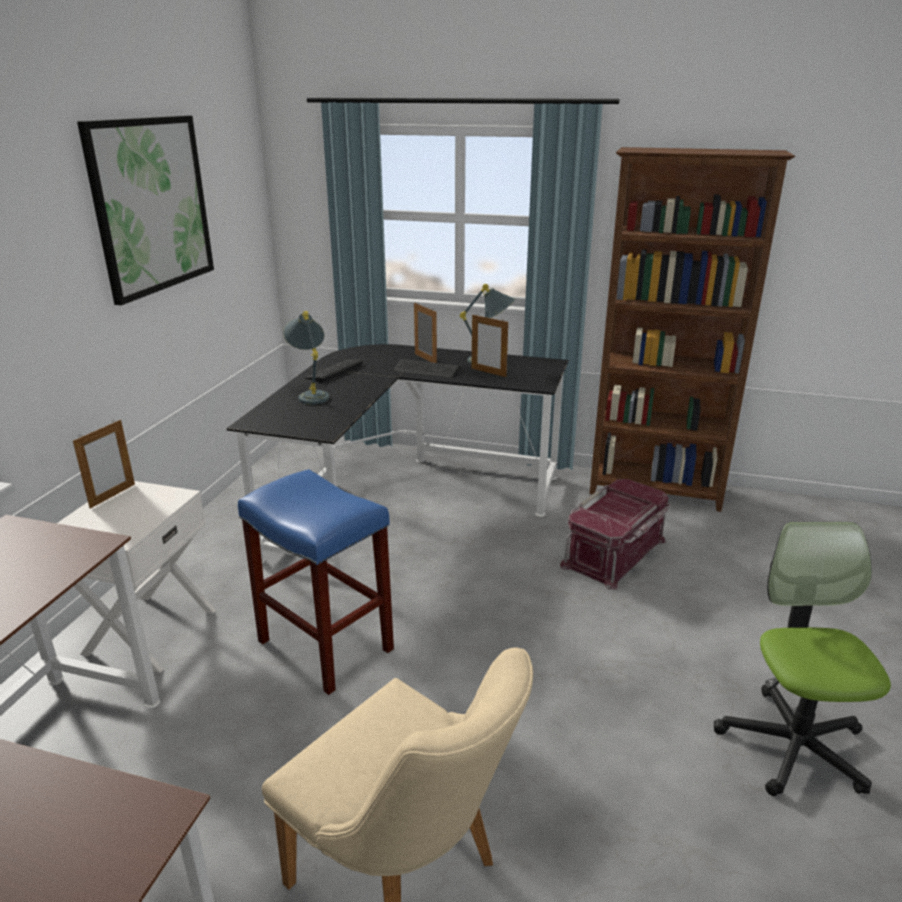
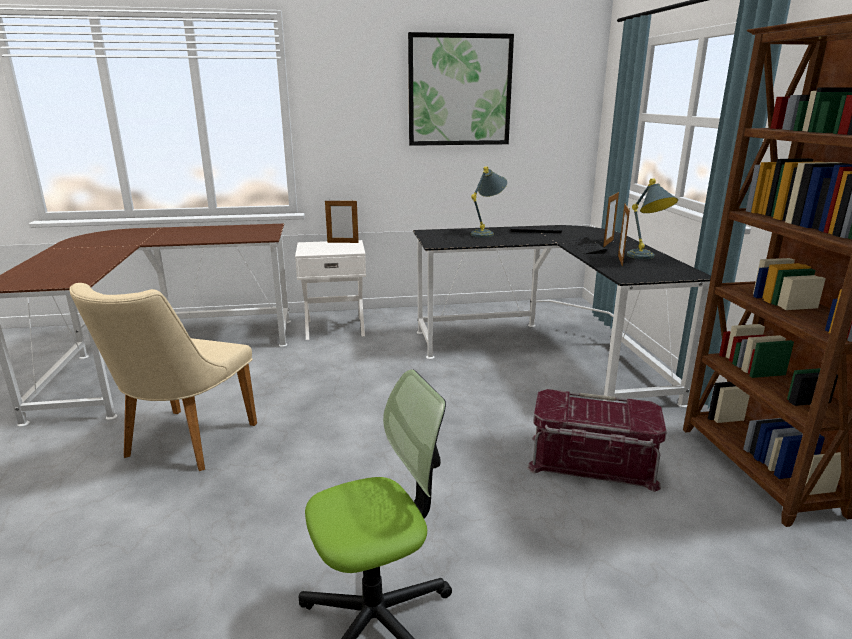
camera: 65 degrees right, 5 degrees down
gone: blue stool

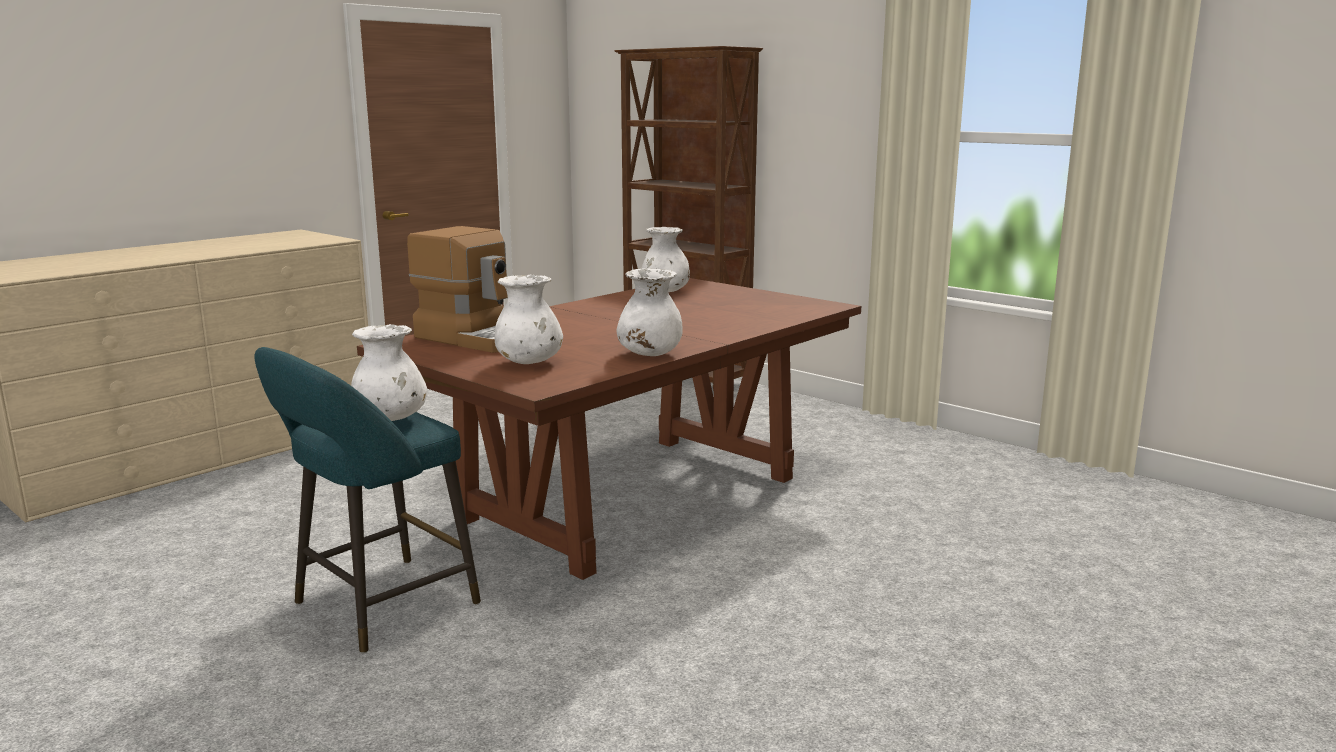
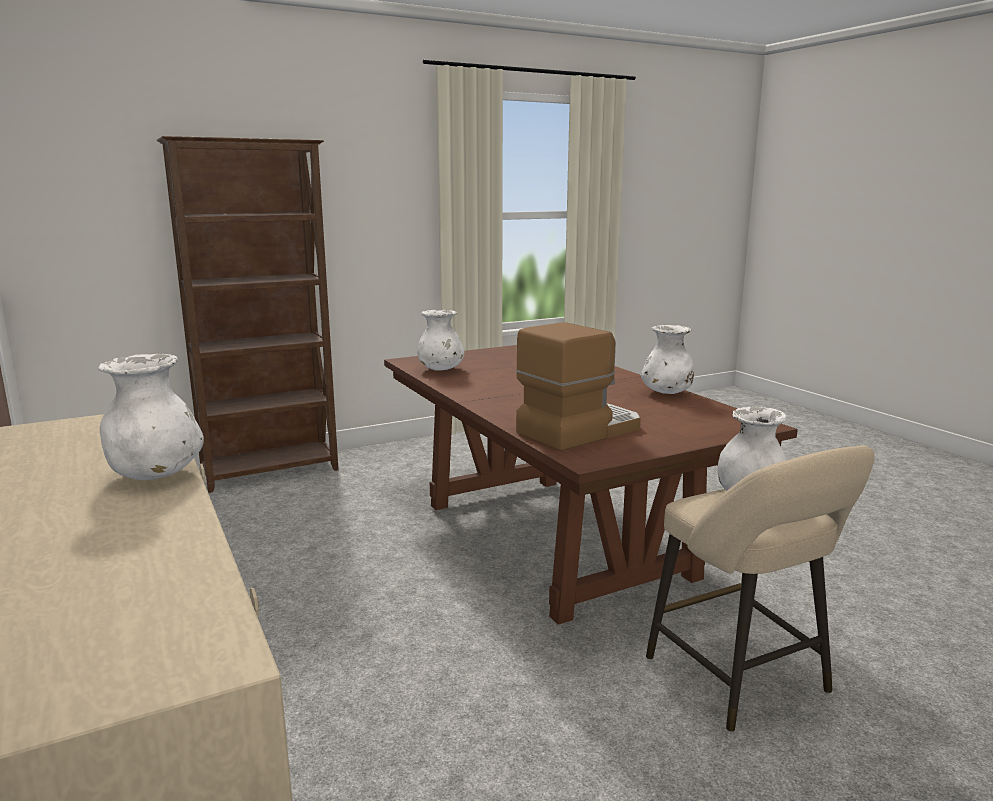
camera: 70 degrees left, 0 degrees up
shifted: white decorative vase (no. 2 from left in the first image) to white decorative vase (no. 1 from left)
repainted: blue-green stool to beige stool

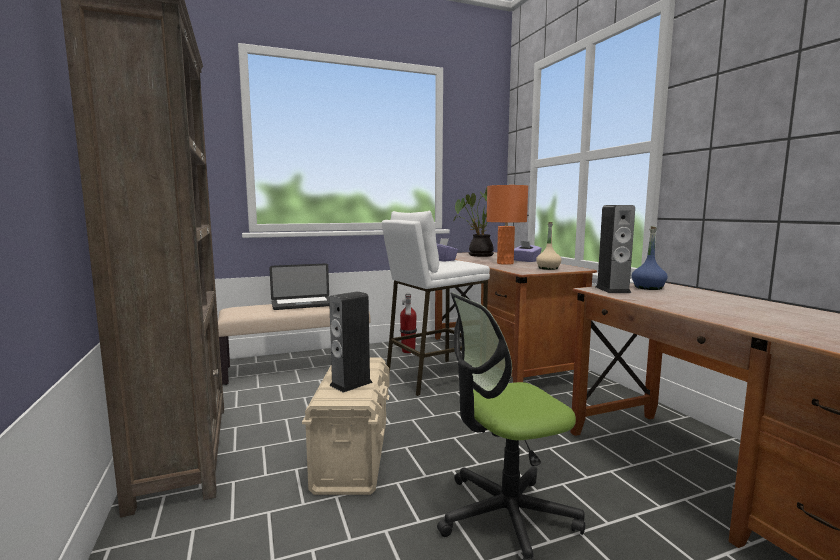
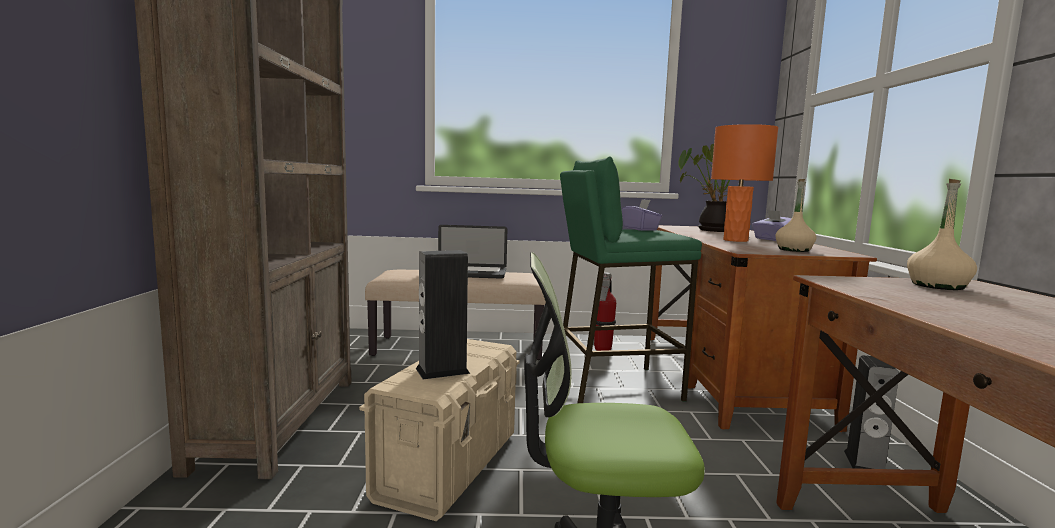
camera: 20 degrees right, 0 degrees up
shifted: speaker (no. 2 from left)
repainted: white stool to greenish stool; blue drink bottle to beige drink bottle (no. 2 from left)

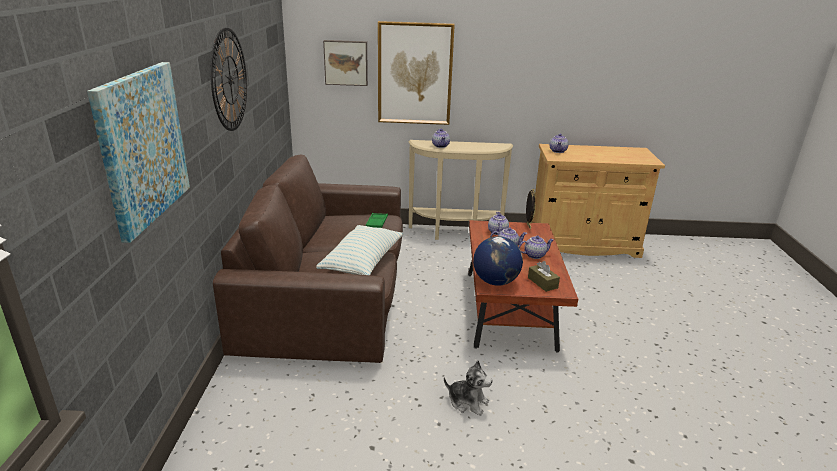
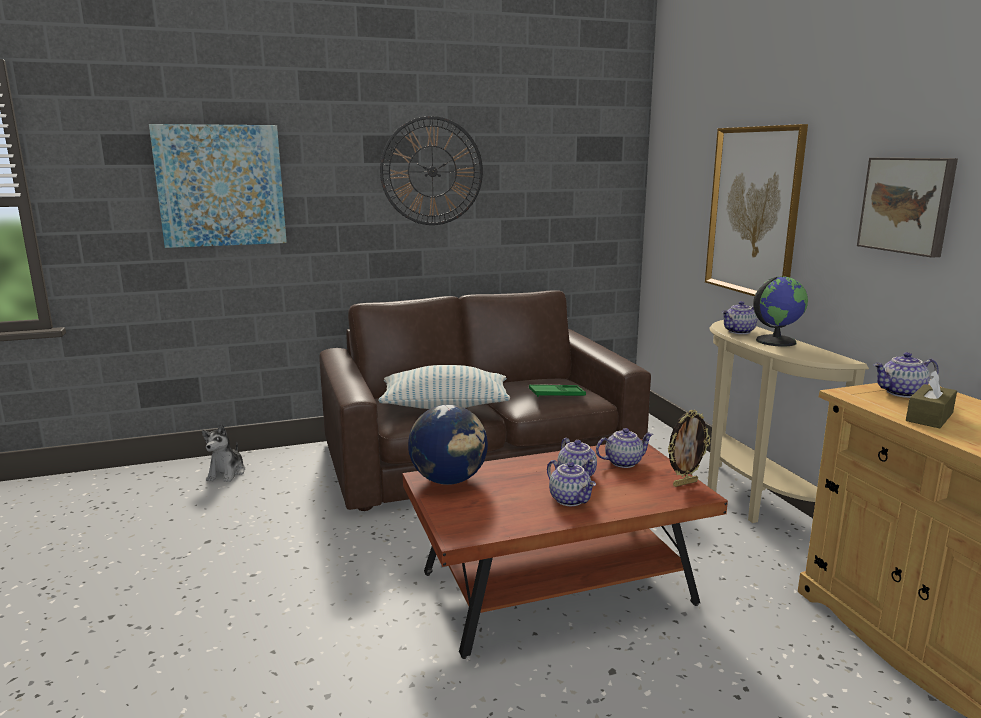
camera: 70 degrees right, 10 degrees down
new: desk globe (no. 2 from left)
shifted: picture (no. 2 from left in the first image) to picture (no. 3 from left); plush toy; brownish box of tissues

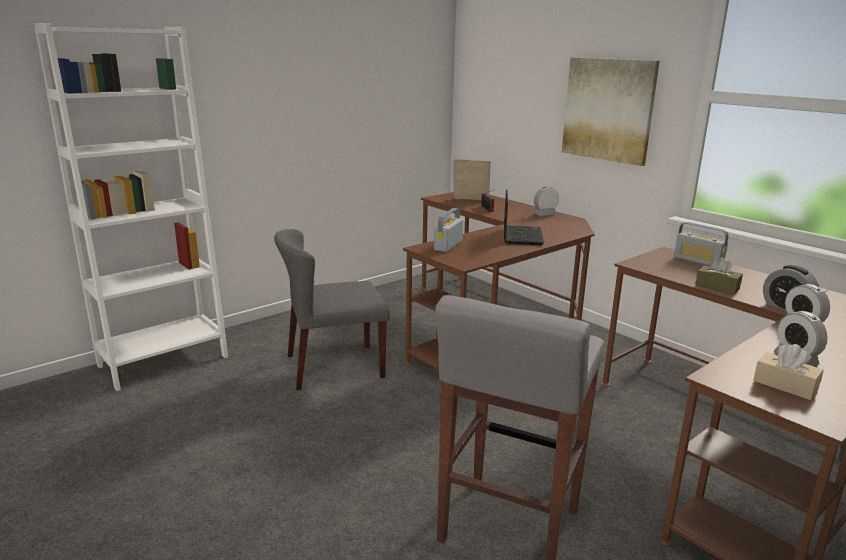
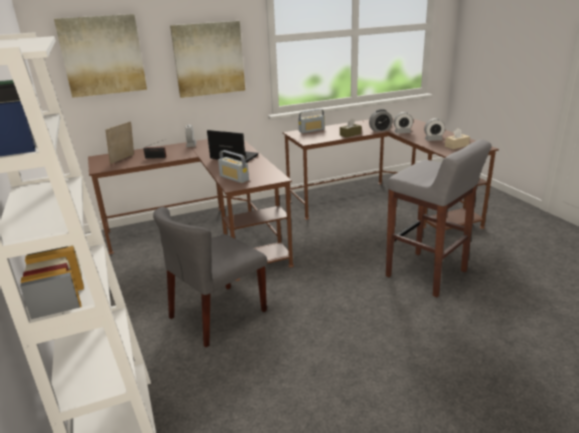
camera: 70 degrees left, 5 degrees up
new: picture (no. 1 from left)
rotated: grey upright chair 45 degrees clockwise

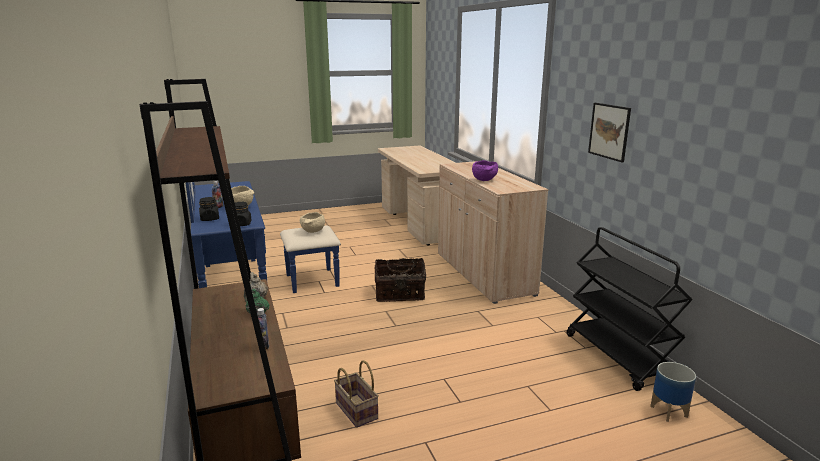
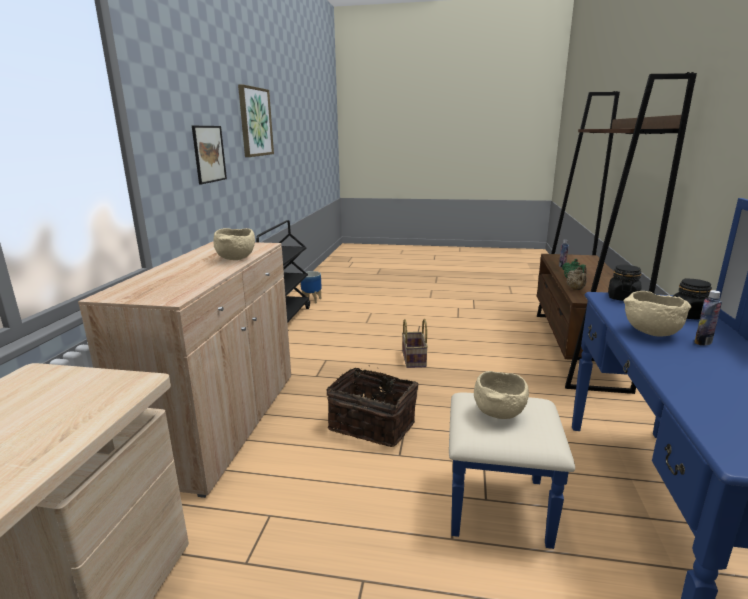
camera: 150 degrees left, 0 degrees up
new: picture (no. 2 from left)
shifted: household basket (no. 1 from left in the first image) to household basket (no. 2 from left)
repainted: purple-coloured bowl to beige bowl (no. 1 from left)

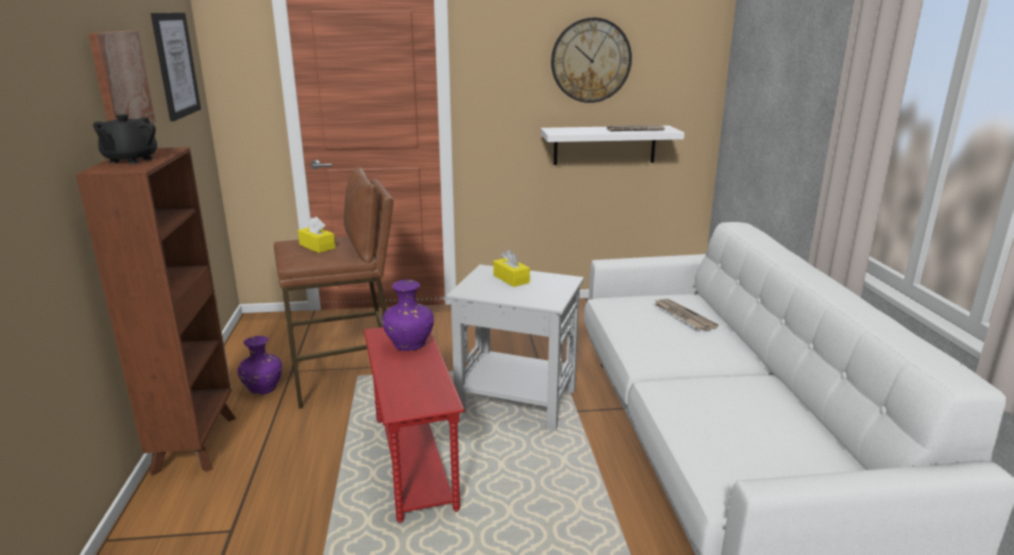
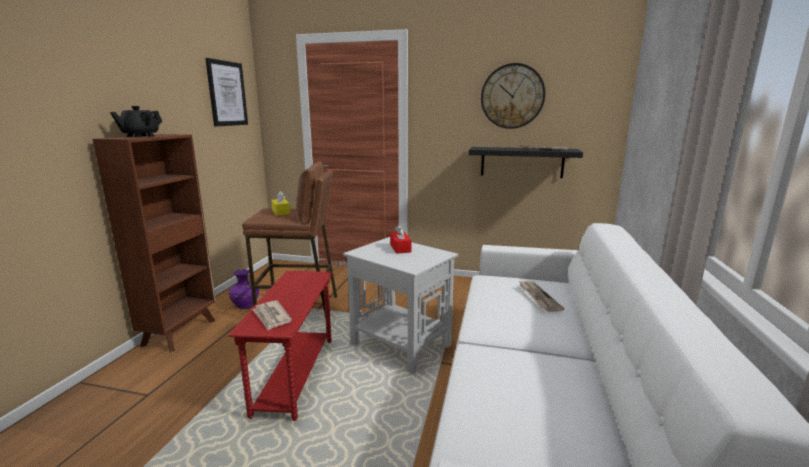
camera: 20 degrees right, 5 degrees down
gone: picture (no. 1 from left); purple-coloured decorative vase (no. 2 from left)
new: daily paper (no. 1 from left)
repainted: yellow-coloured box of tissues (no. 2 from left) to red box of tissues; white shelf to black shelf

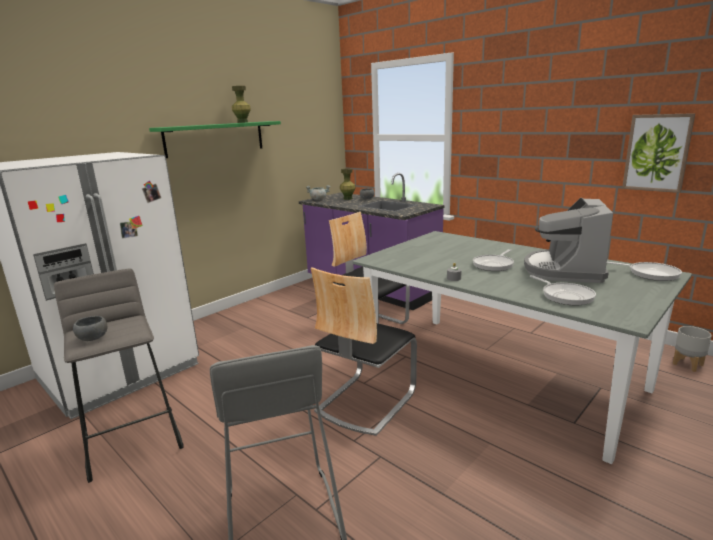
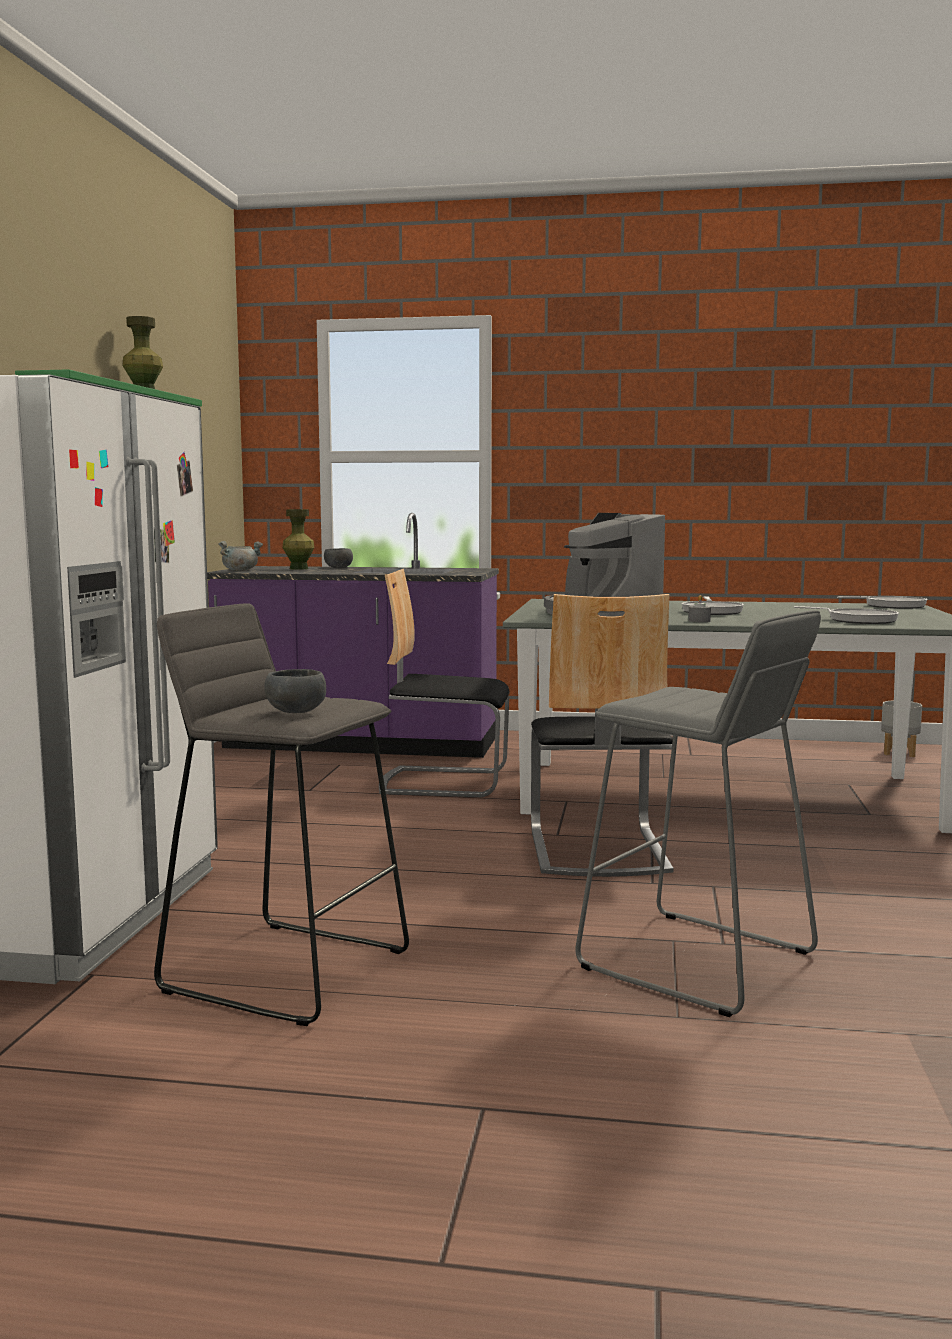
camera: 35 degrees left, 10 degrees down
gone: picture
shifted: coffee brewer

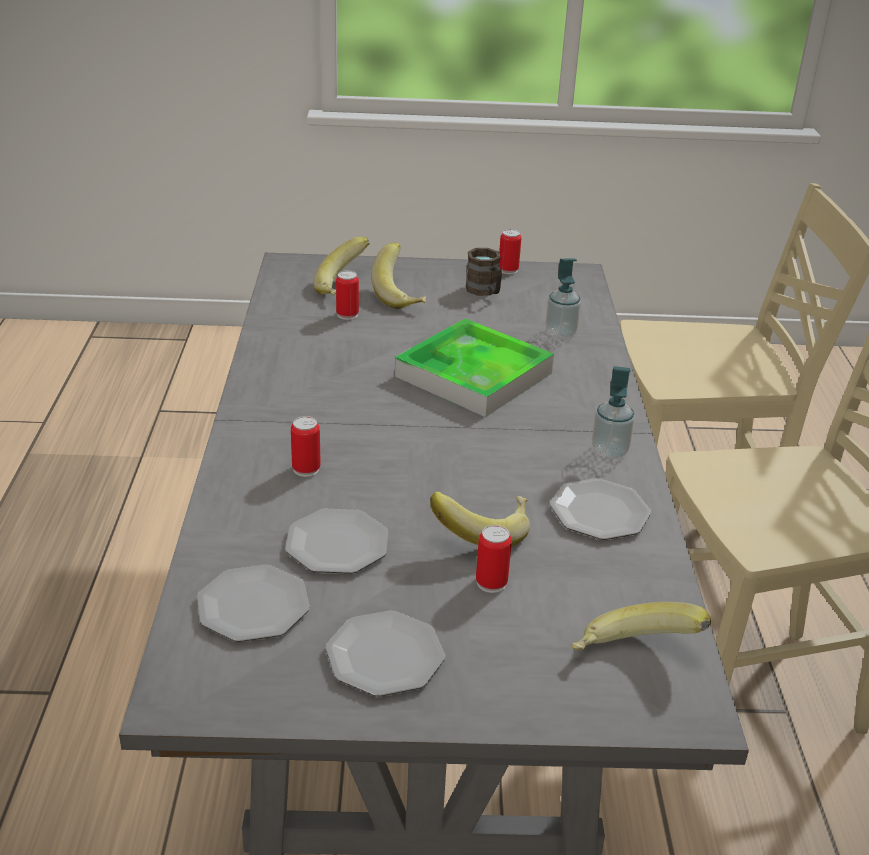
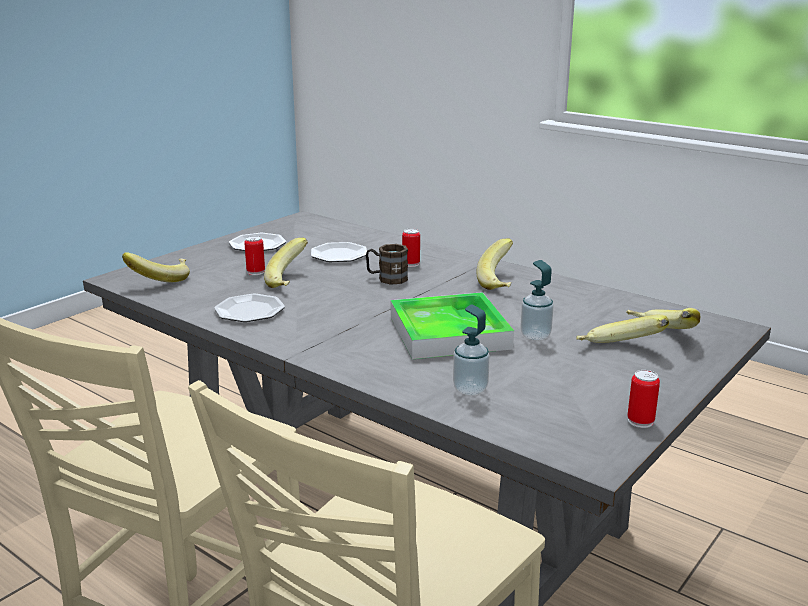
camera: 130 degrees right, 10 degrees down
gone: flat dish (no. 1 from left); sealed can (no. 2 from left)
new: banana (no. 3 from left)
shifted: brownish coffee mug; soap bottle (no. 2 from left)

